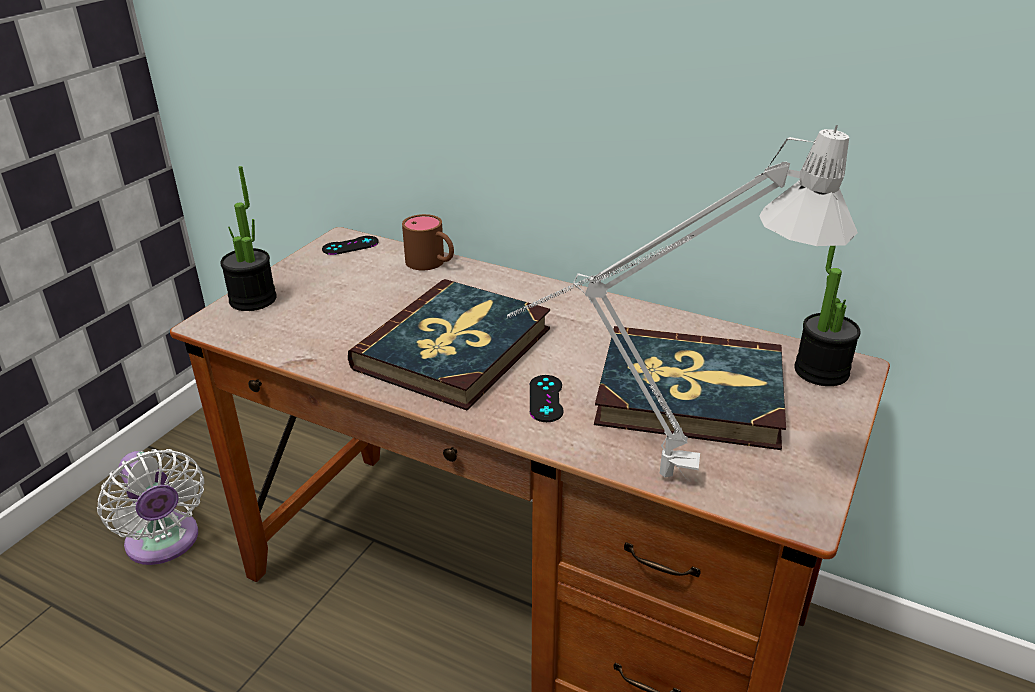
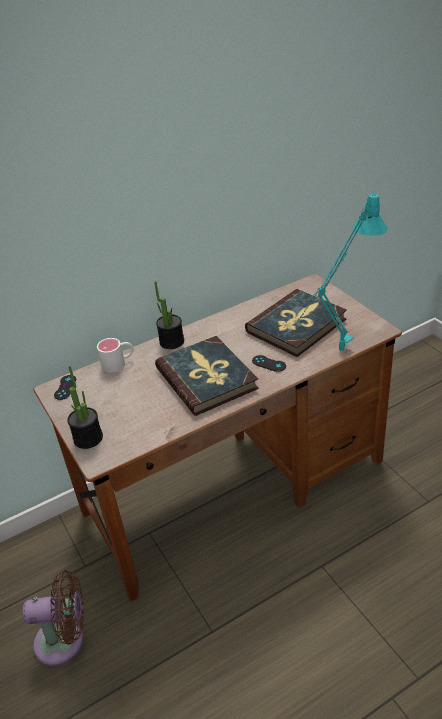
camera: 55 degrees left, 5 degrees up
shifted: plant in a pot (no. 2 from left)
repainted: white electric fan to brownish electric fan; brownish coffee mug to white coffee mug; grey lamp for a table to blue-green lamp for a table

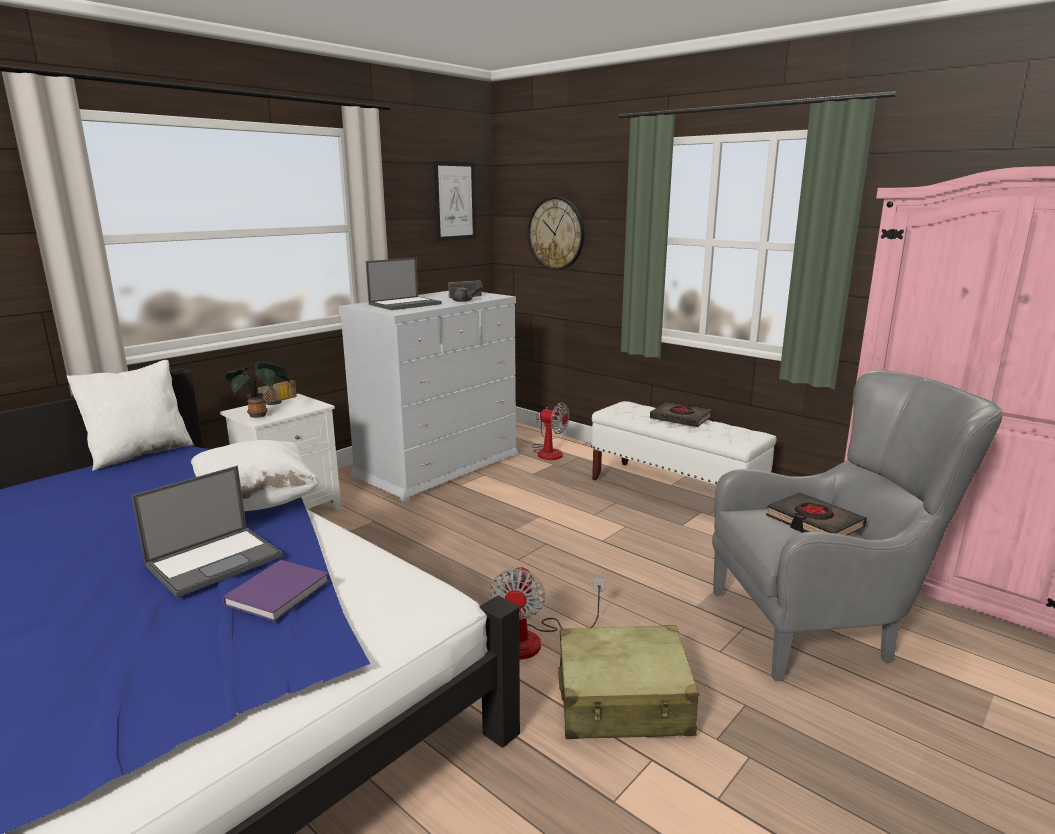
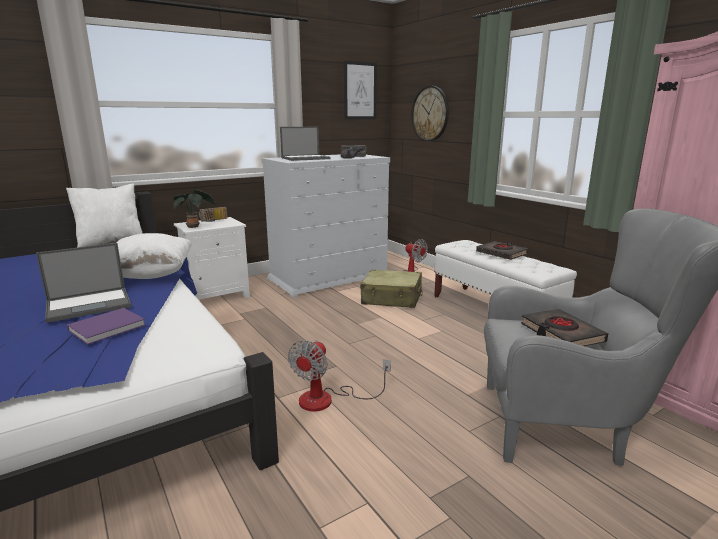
camera: 15 degrees right, 0 degrees up
shifted: beige piece of luggage

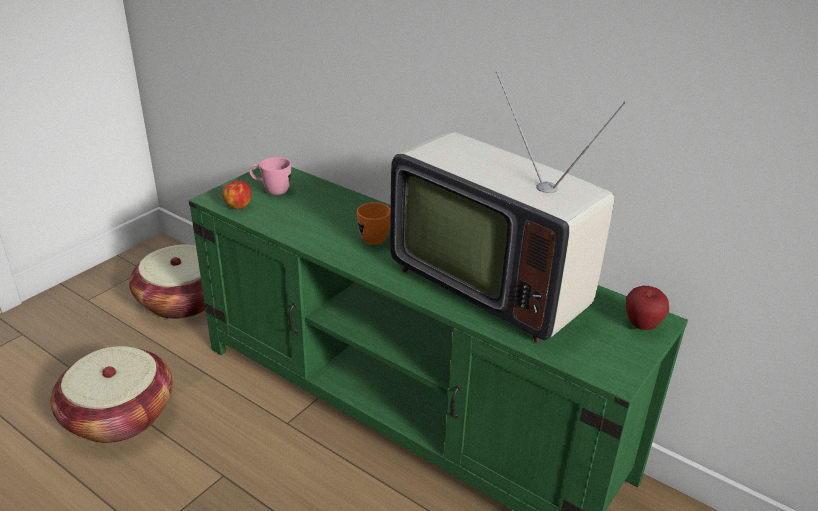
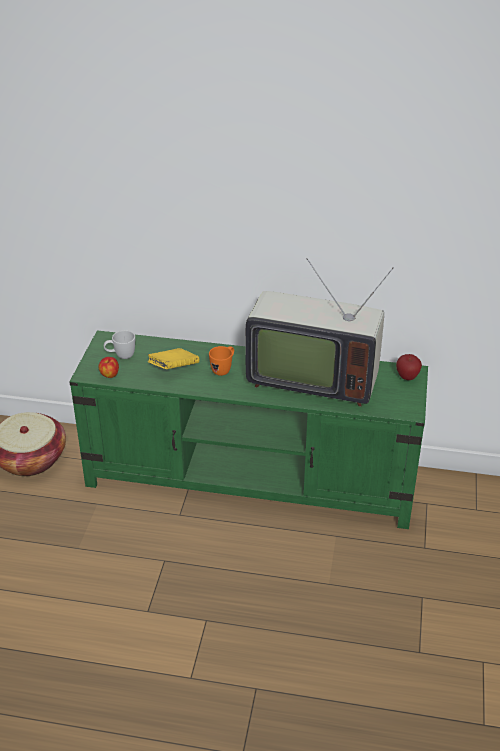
camera: 25 degrees left, 5 degrees up
gone: household basket (no. 1 from left)
new: yellow-coloured bound book
repainted: pink coffee mug to white coffee mug

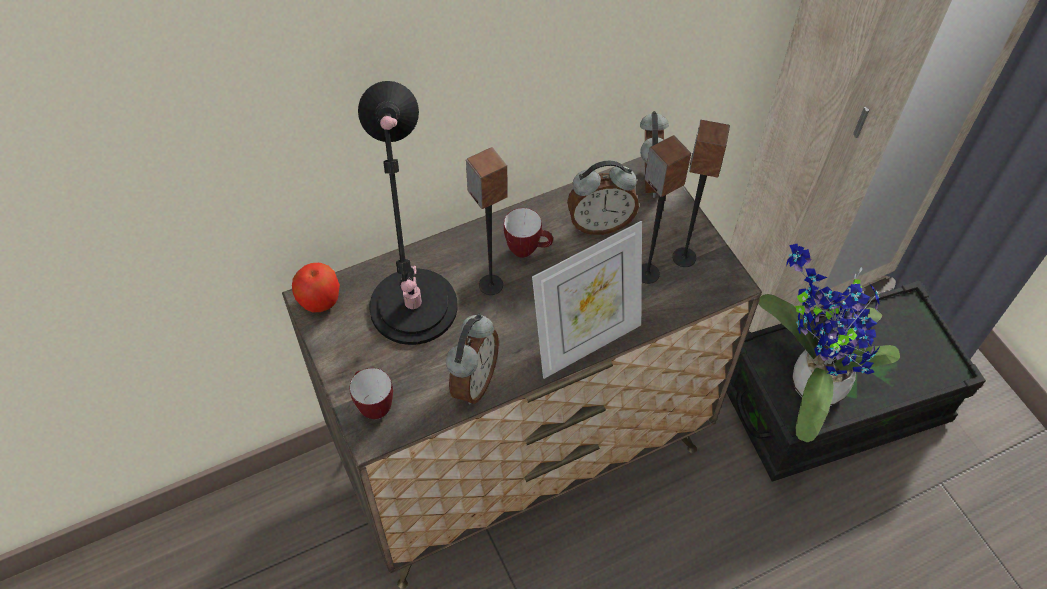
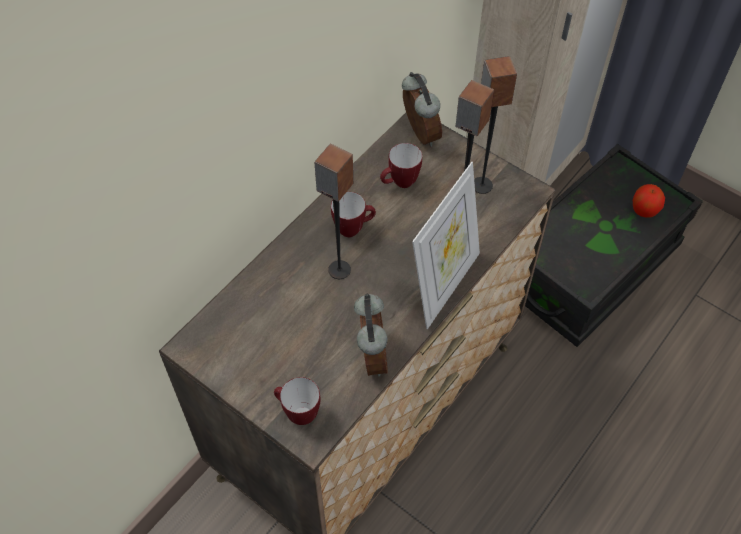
camera: 25 degrees left, 0 degrees up
gone: black lamp for a table; plant in a pot
shifted: whole apple
swapped: alarm clock (no. 2 from left) to coffee mug (no. 3 from left)

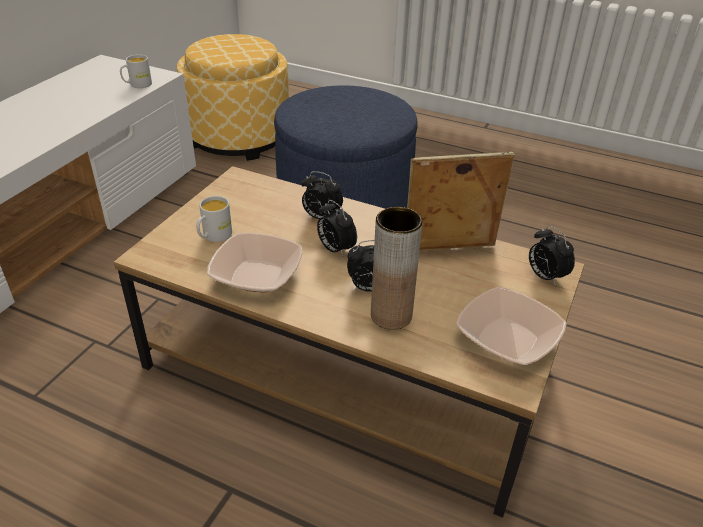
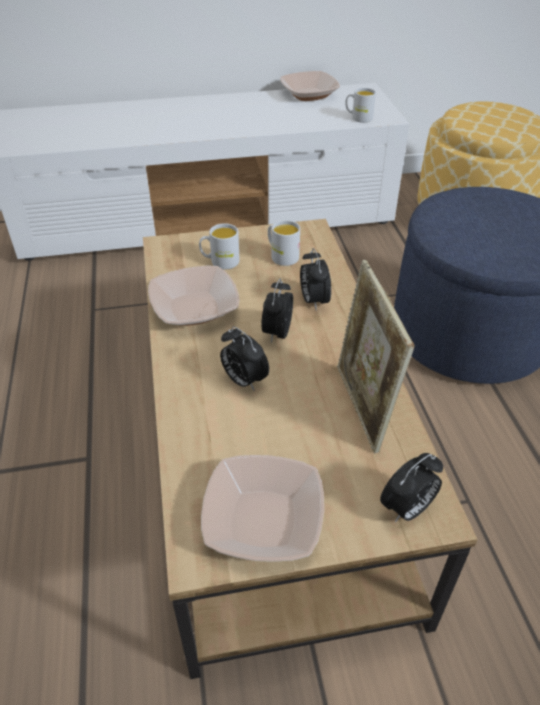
camera: 55 degrees right, 5 degrees up
gone: brownish decorative vase
new: white coffee mug (no. 2 from left); bowl (no. 3 from left)
rotated: photo frame 150 degrees counterclockwise; alarm clock (no. 4 from left) 150 degrees counterclockwise

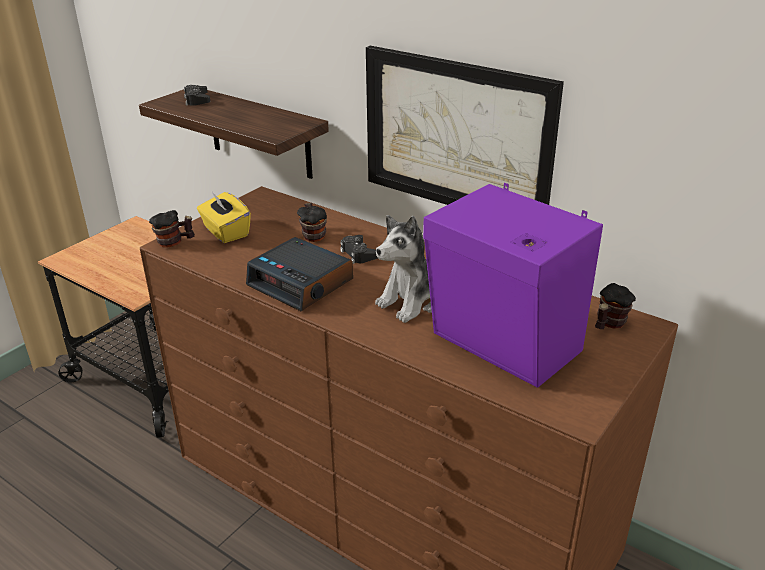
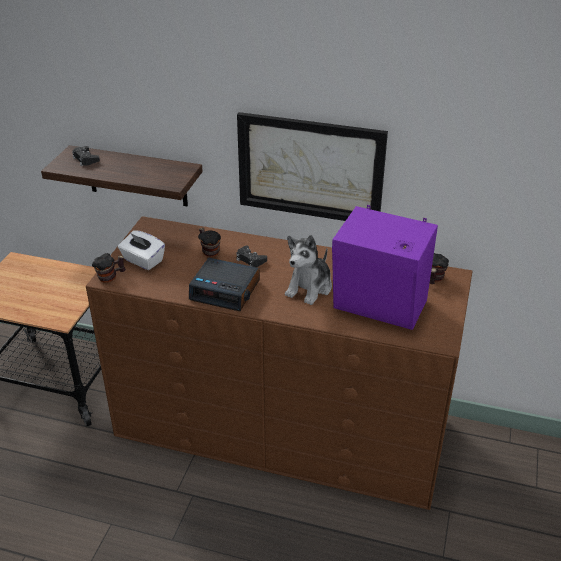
camera: 20 degrees left, 5 degrees up
repainted: yellow-coloured box of tissues to white box of tissues

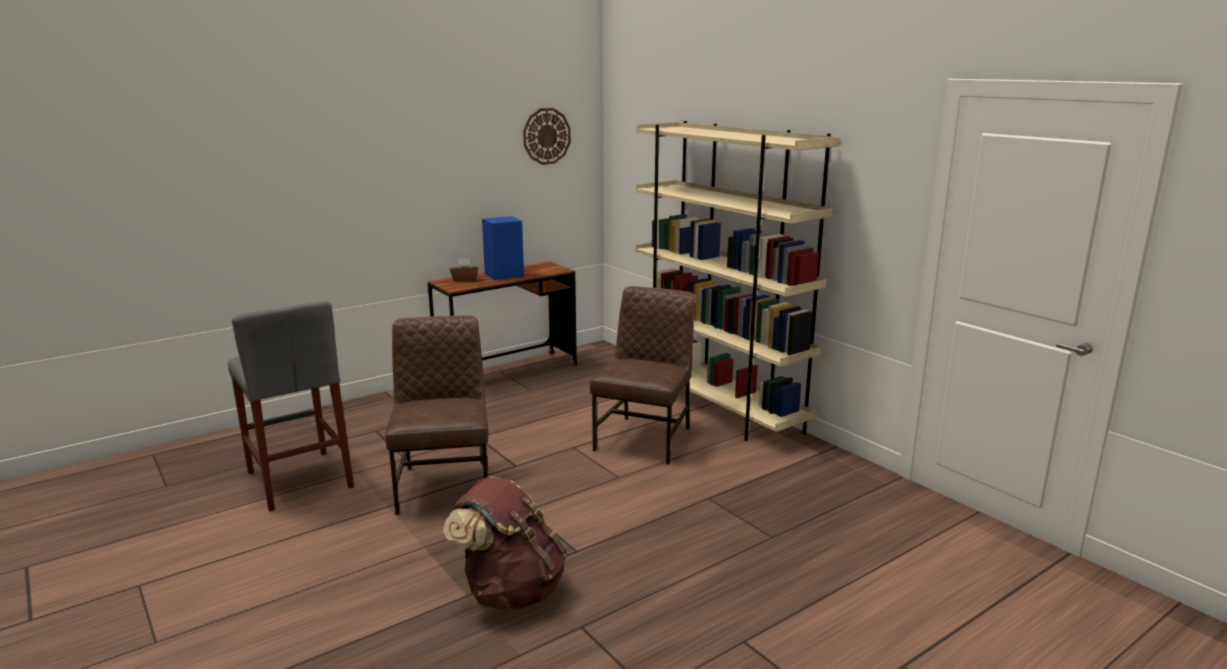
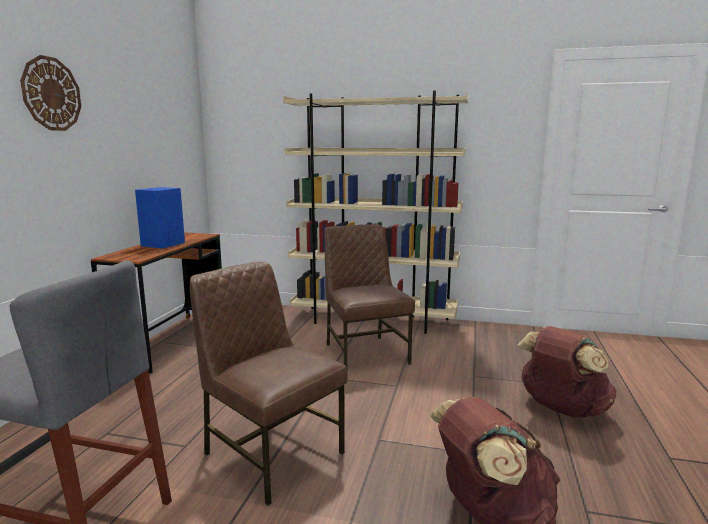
camera: 40 degrees left, 5 degrees down
gone: brownish box of tissues
new: brownish knapsack (no. 2 from left)
shifted: clock on the wall

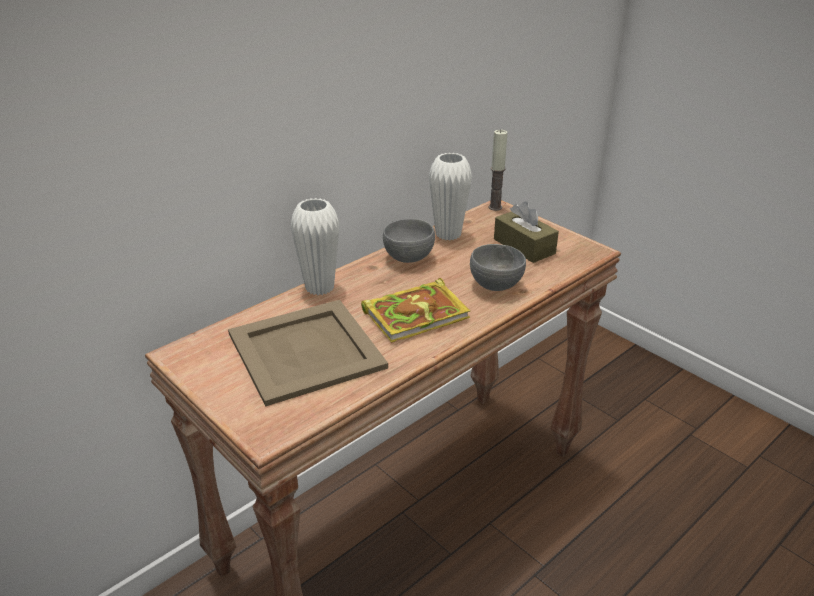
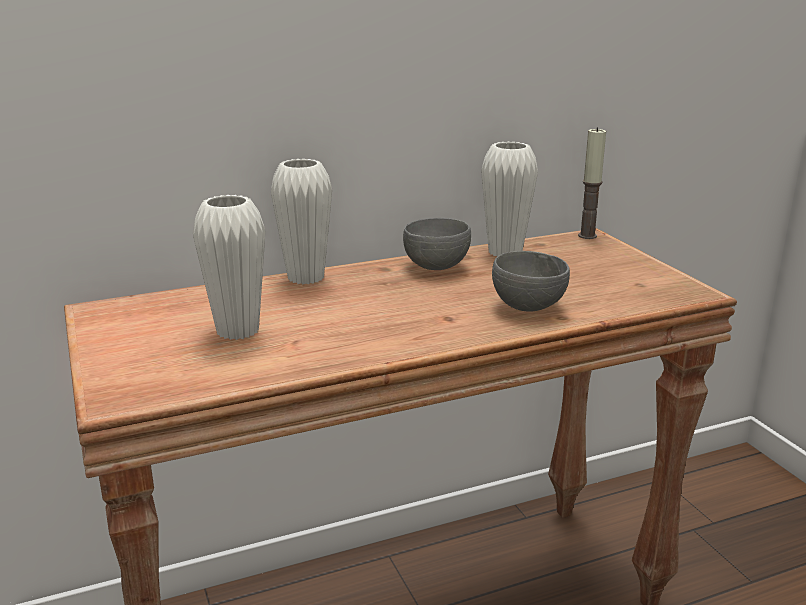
camera: 20 degrees right, 10 degrees down
gone: bound book; brownish box of tissues
swapped: beige tray to white decorative vase (no. 1 from left)

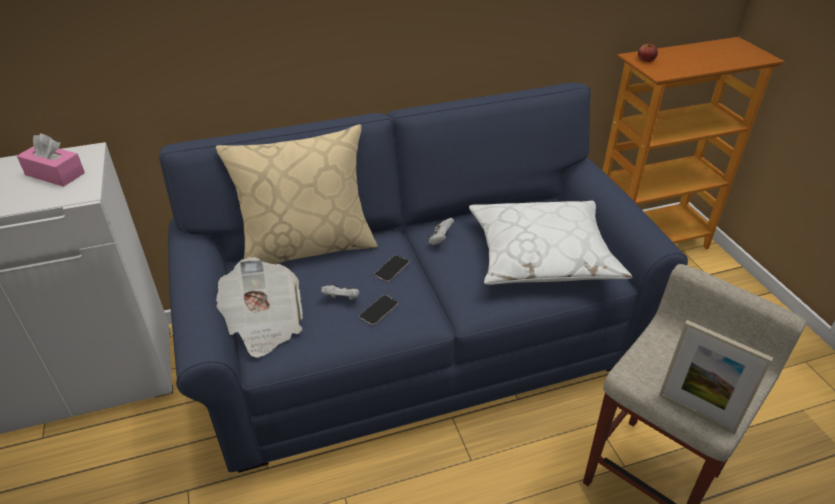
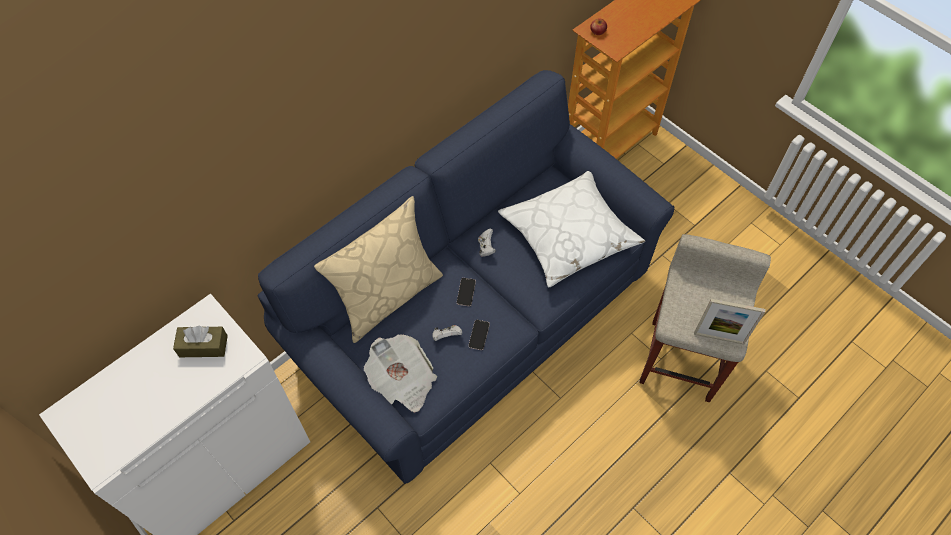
camera: 25 degrees left, 20 degrees up
repainted: pink box of tissues to brownish box of tissues

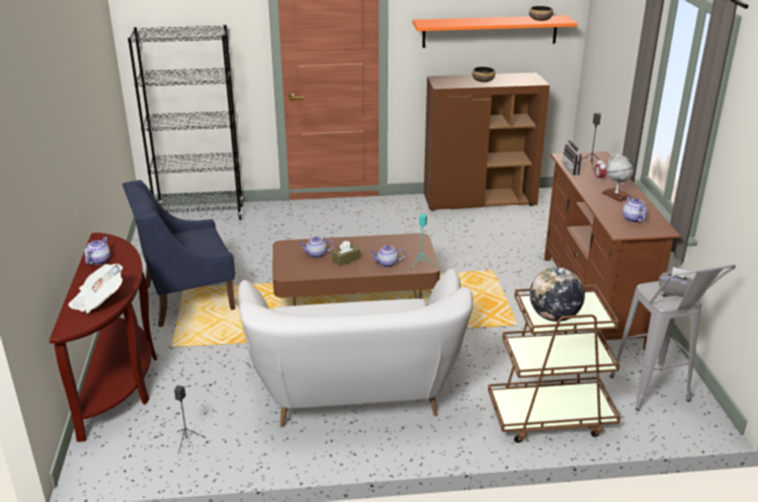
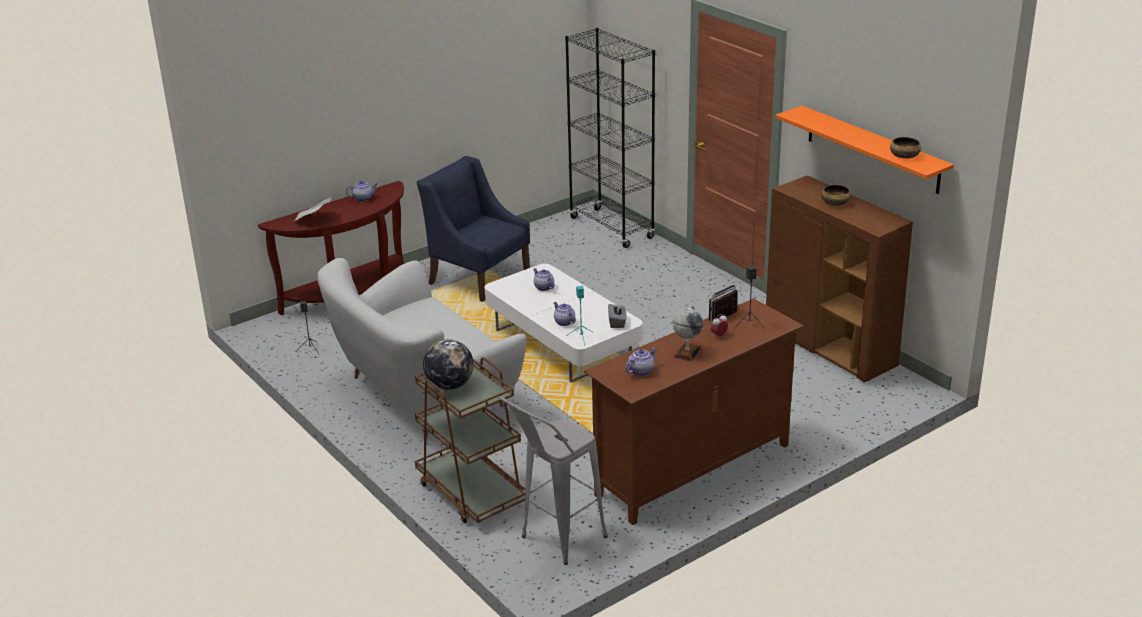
camera: 60 degrees right, 0 degrees up
gone: brownish box of tissues
shifted: grey box of tissues
repainted: brownish low table to white low table

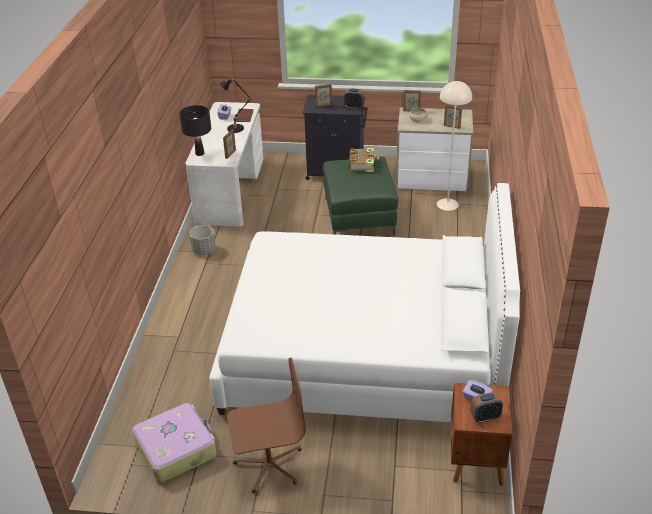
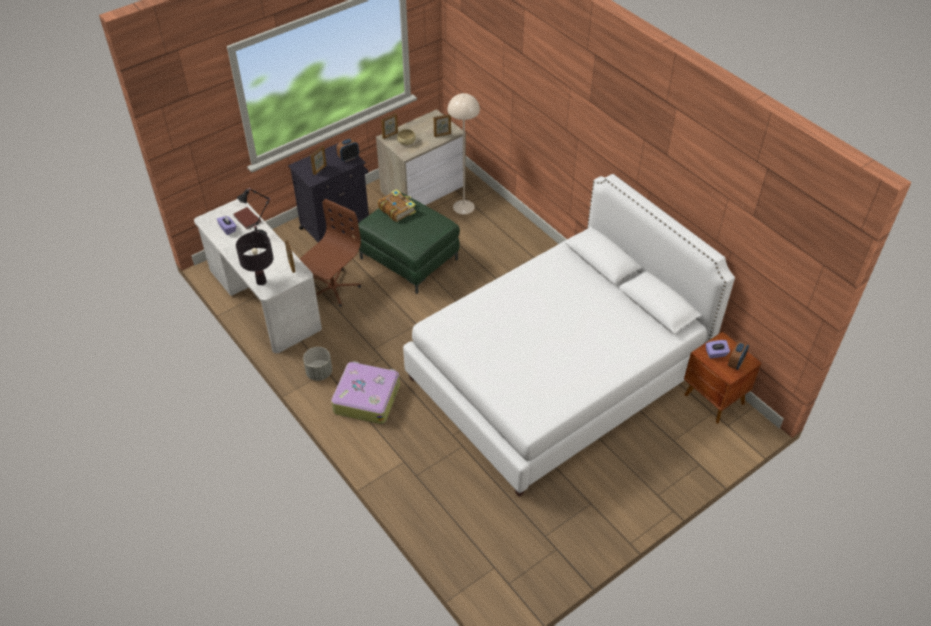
camera: 45 degrees left, 10 degrees up
shifted: piece of luggage; brownish desk chair

